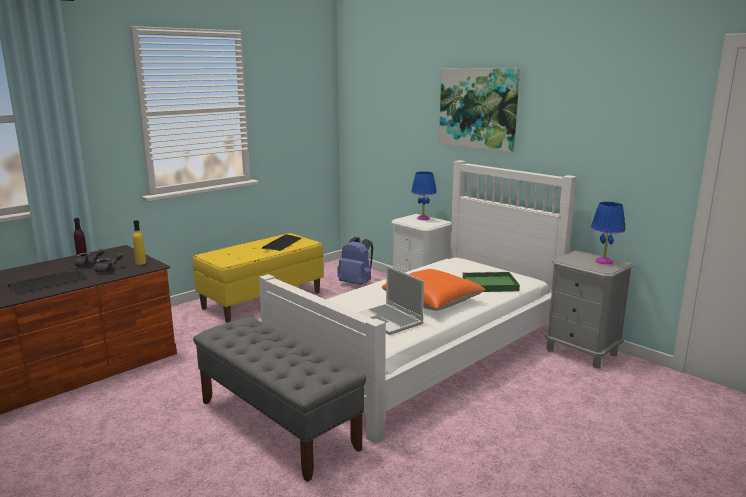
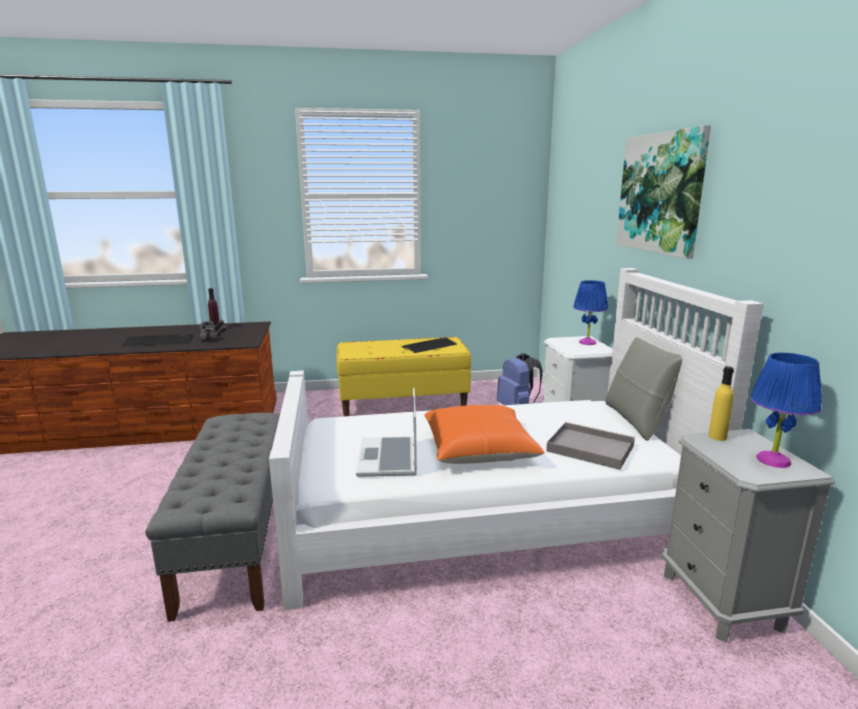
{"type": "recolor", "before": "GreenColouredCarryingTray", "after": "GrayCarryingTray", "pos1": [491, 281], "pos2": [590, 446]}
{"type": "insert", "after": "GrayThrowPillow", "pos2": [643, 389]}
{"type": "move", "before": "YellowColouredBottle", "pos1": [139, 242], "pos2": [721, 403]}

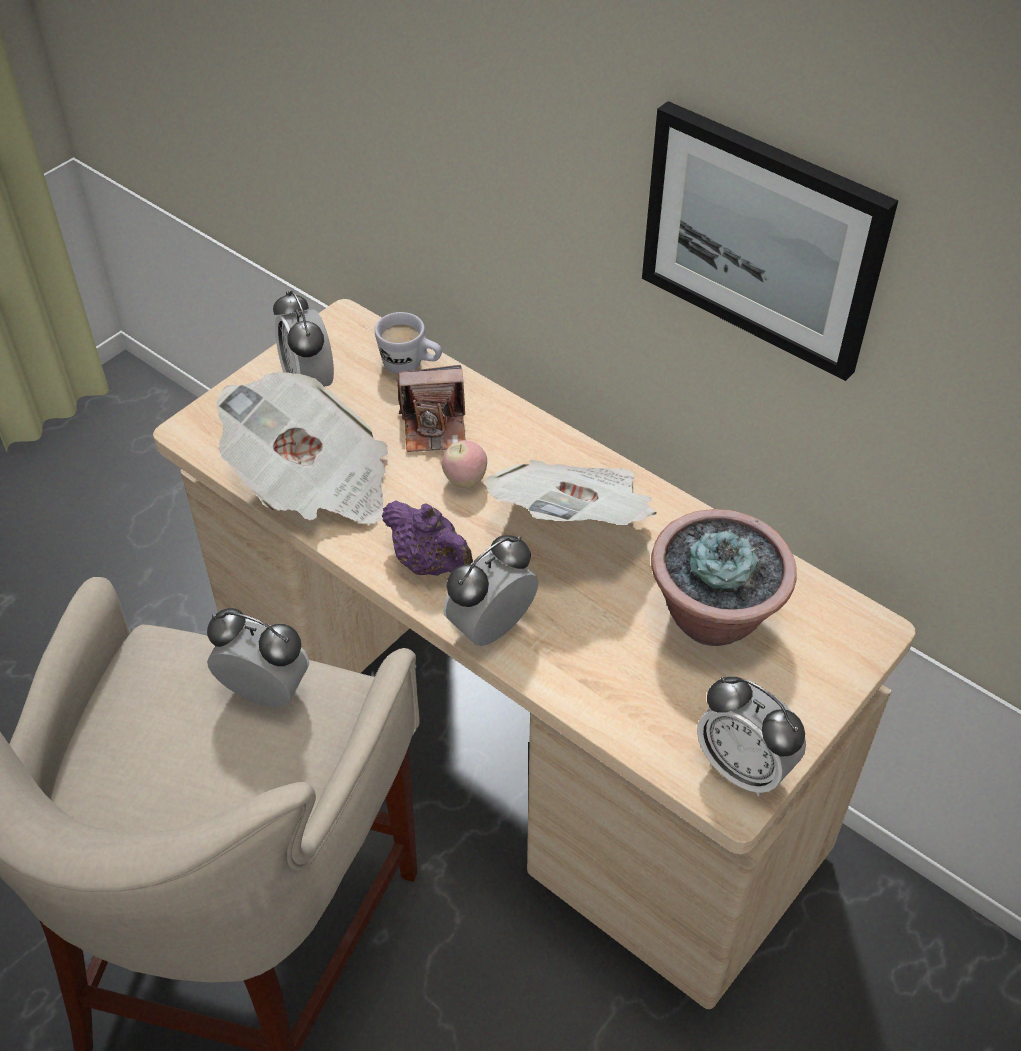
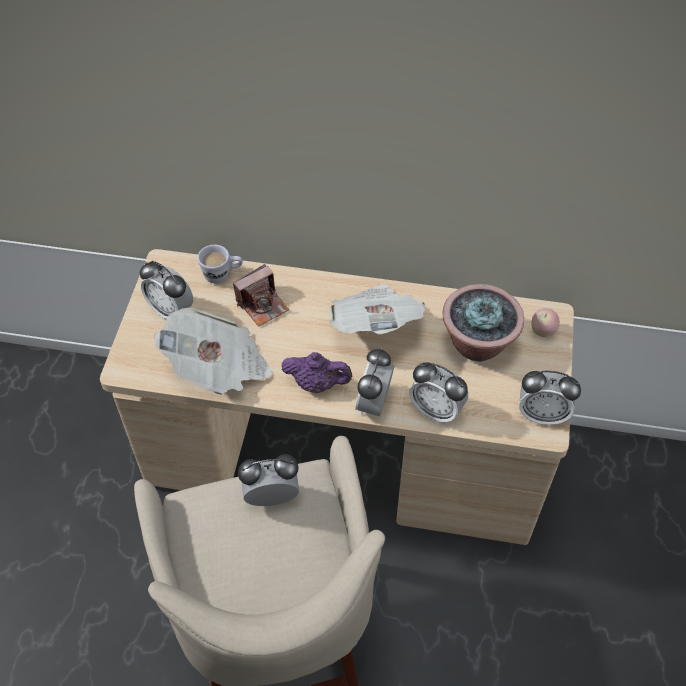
{"type": "insert", "after": "AlarmClock", "pos2": [438, 393]}
{"type": "move", "before": "AppleFruit", "pos1": [464, 464], "pos2": [545, 322]}
{"type": "delete", "before": "WallPicture", "pos1": [770, 241]}

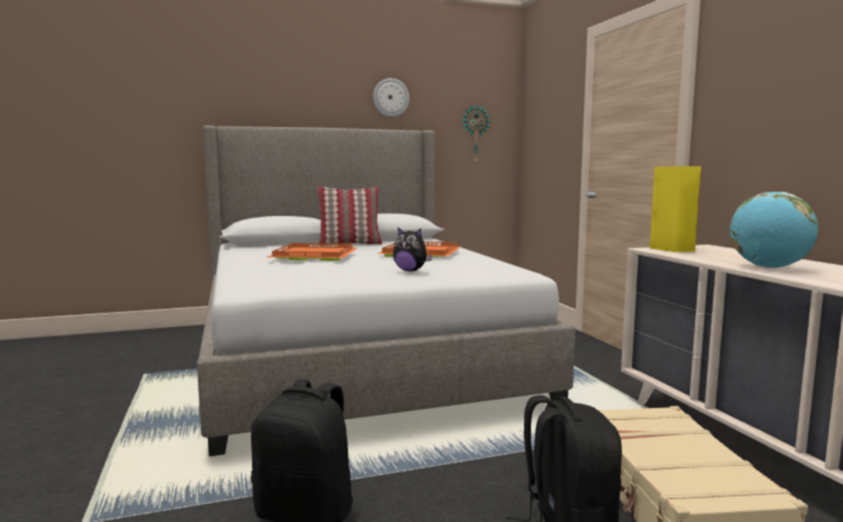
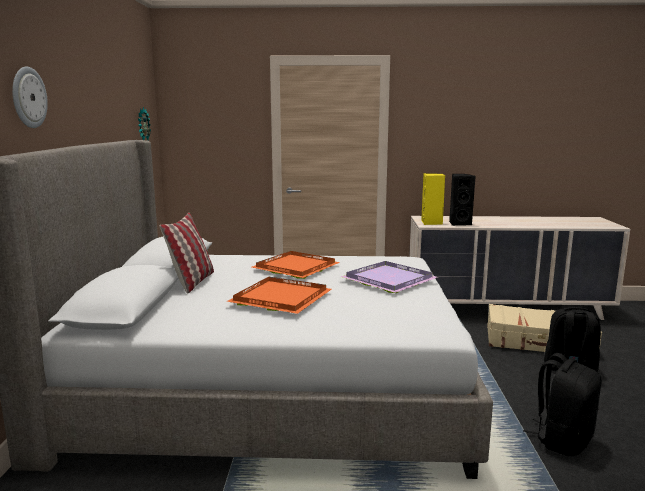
{"type": "move", "before": "HangingClock", "pos1": [391, 97], "pos2": [30, 97]}
{"type": "replace", "before": "PlushToy", "after": "PurpleCarryingTray", "pos1": [413, 249], "pos2": [389, 277]}
{"type": "insert", "after": "BlackColouredAudioSpeaker", "pos2": [462, 200]}
{"type": "delete", "before": "Globe", "pos1": [774, 230]}

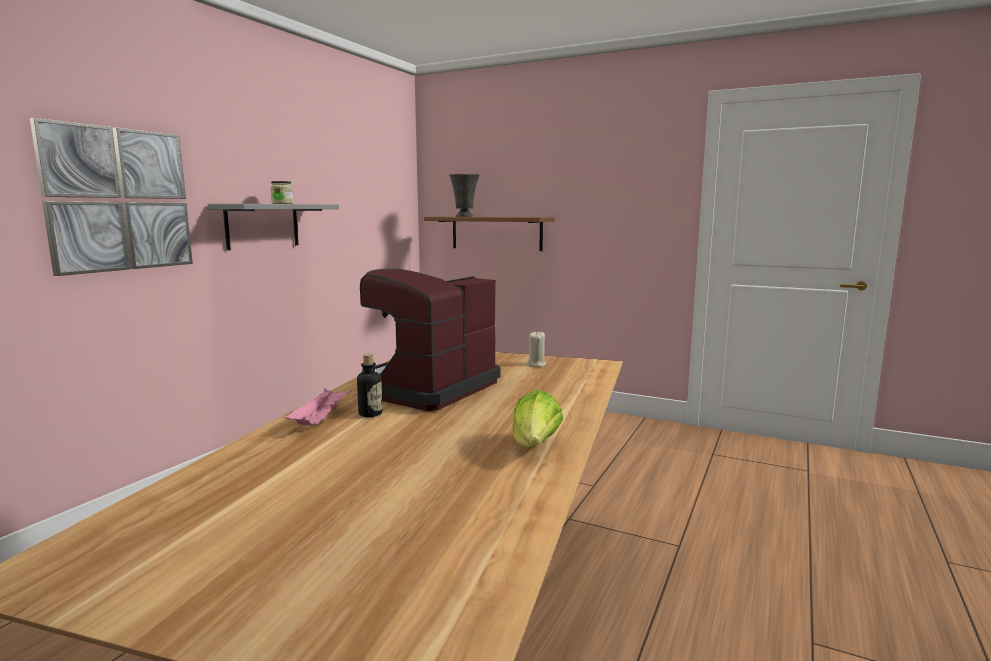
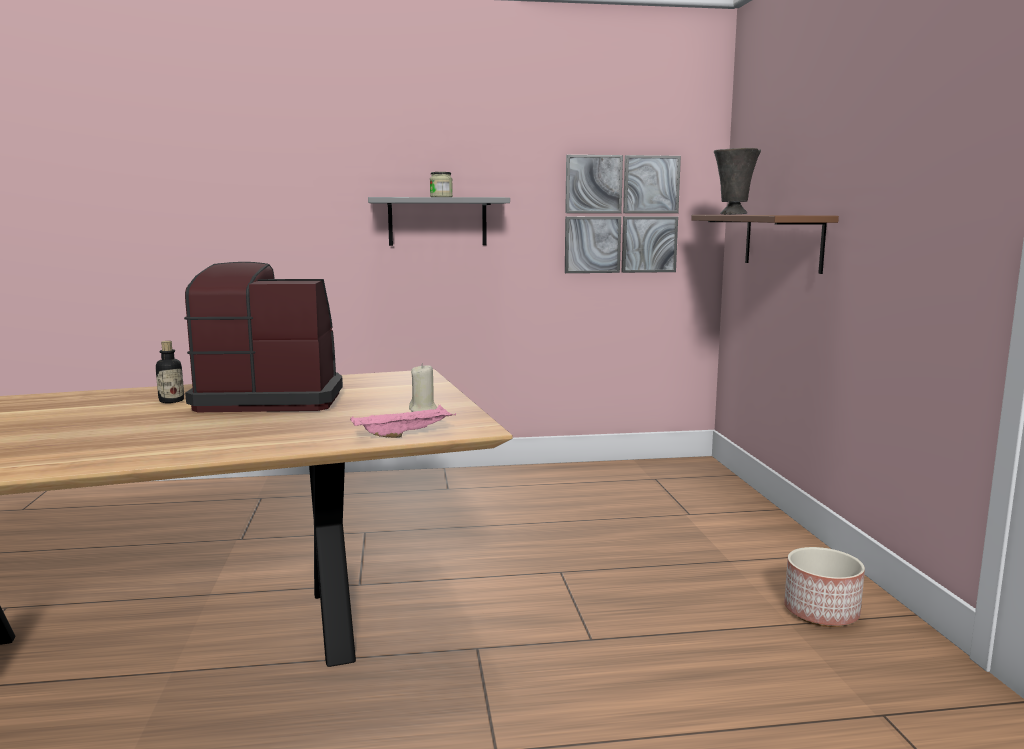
{"type": "move", "before": "PinkCarryingTray", "pos1": [318, 407], "pos2": [403, 421]}
{"type": "move", "before": "WallPicture", "pos1": [111, 197], "pos2": [623, 214]}
{"type": "insert", "after": "FlowerPot", "pos2": [824, 587]}
{"type": "delete", "before": "LettuceHead", "pos1": [537, 418]}

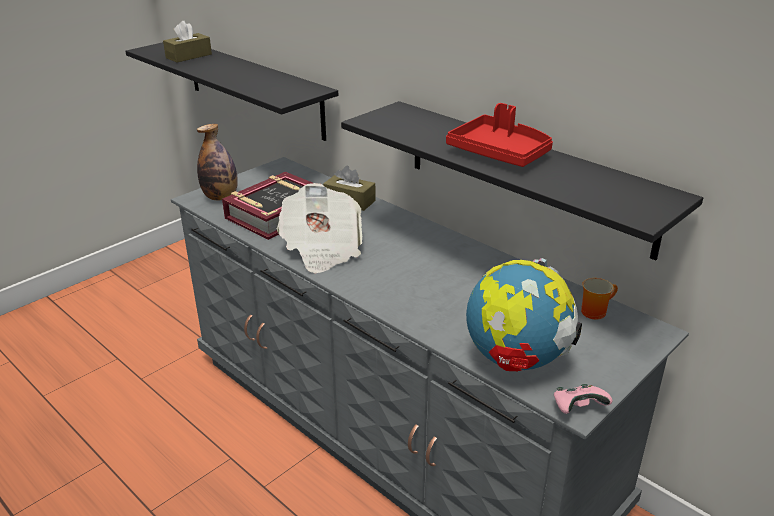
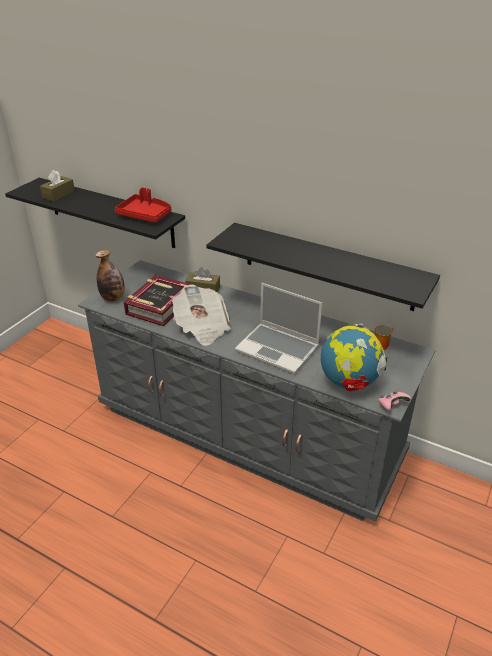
{"type": "move", "before": "ReddishCarryingTray", "pos1": [499, 135], "pos2": [142, 205]}
{"type": "insert", "after": "PortableComputer", "pos2": [278, 328]}

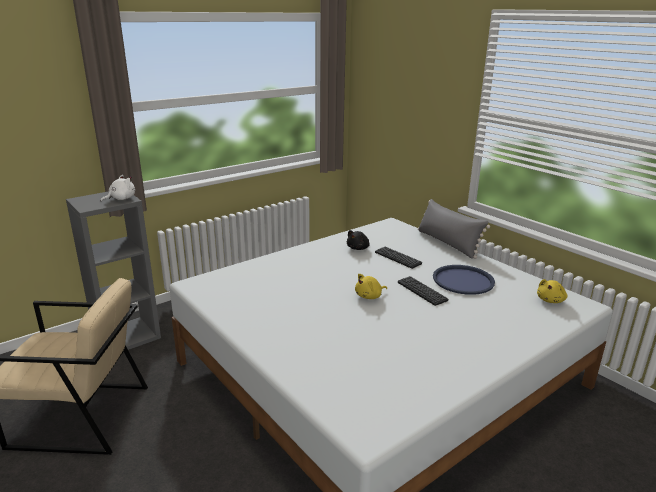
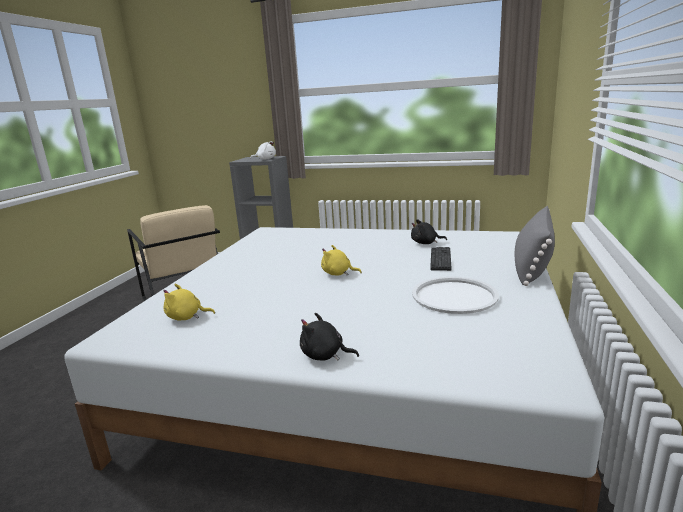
{"type": "move", "before": "YellowColouredPlushToy", "pos1": [552, 291], "pos2": [189, 302]}
{"type": "insert", "after": "BlackColouredPlushToy", "pos2": [329, 337]}
{"type": "recolor", "before": "BluishCarryingTray", "after": "WhiteColouredCarryingTray", "pos1": [464, 280], "pos2": [455, 295]}
{"type": "delete", "before": "PcKeyboard", "pos1": [423, 291]}

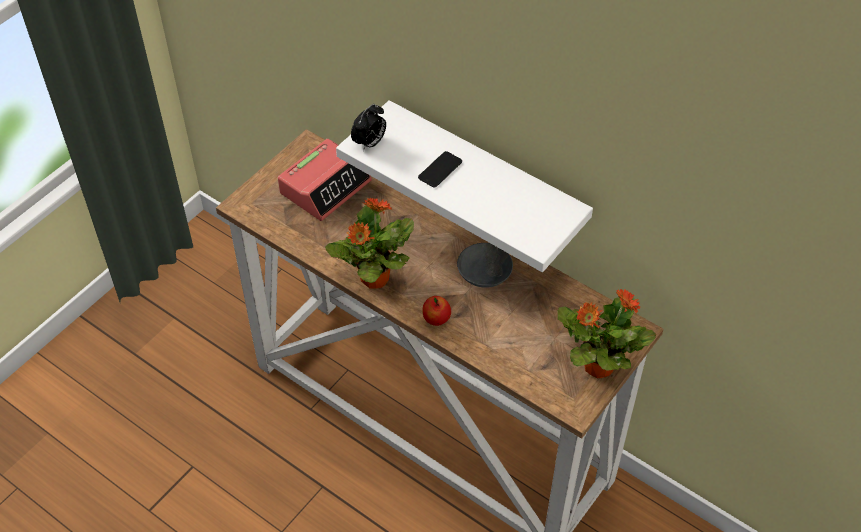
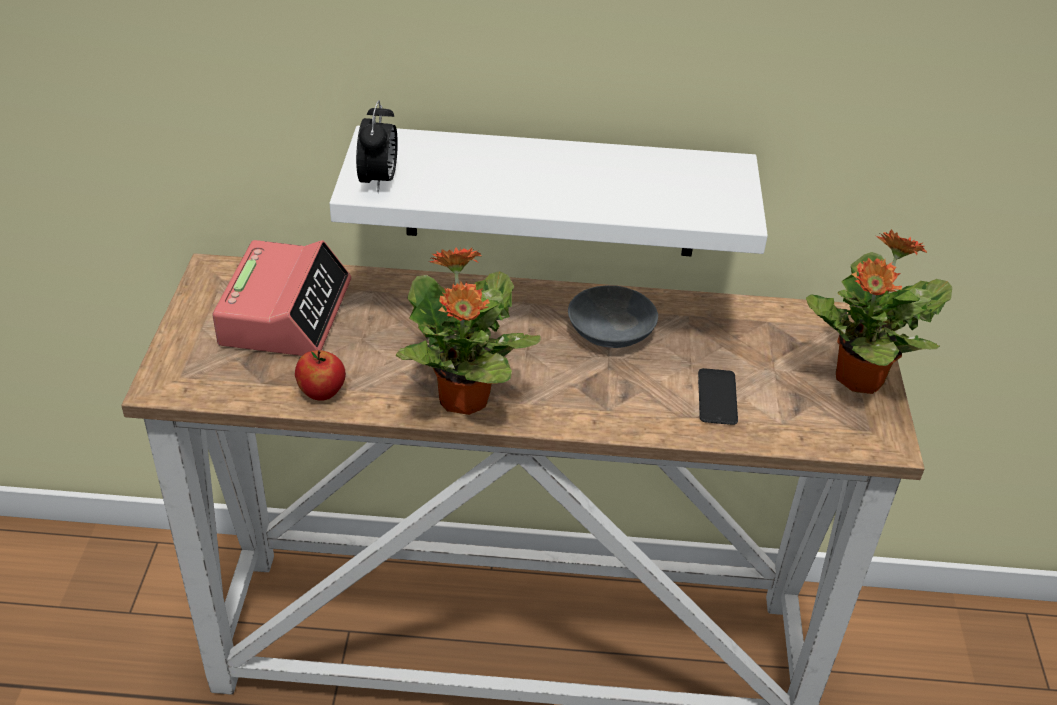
{"type": "move", "before": "AppleFruit", "pos1": [436, 311], "pos2": [320, 375]}
{"type": "move", "before": "Telephone", "pos1": [440, 169], "pos2": [718, 396]}

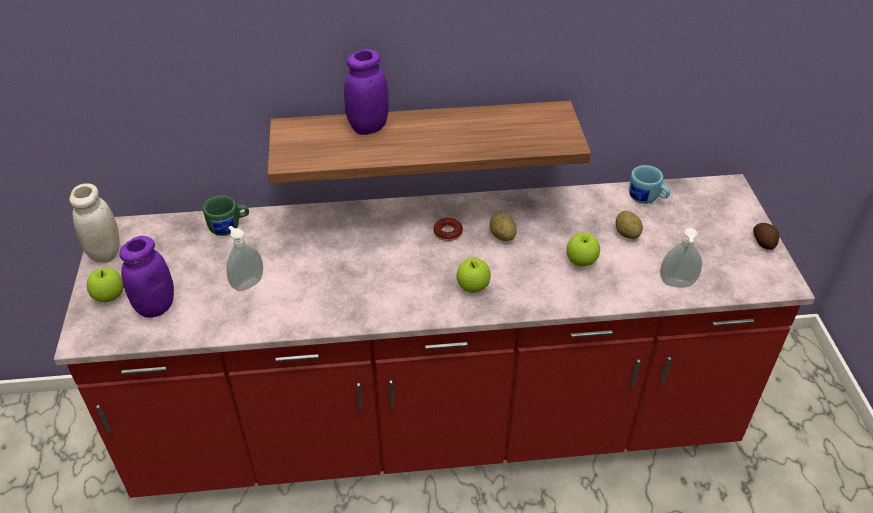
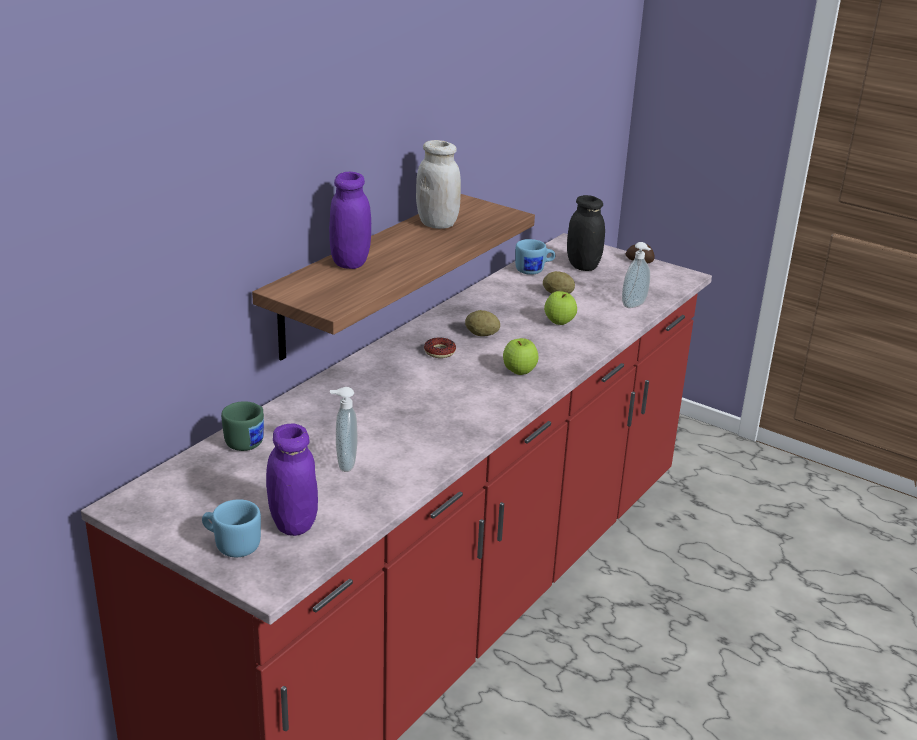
{"type": "replace", "before": "AppleFruit", "after": "BluishTeaMug", "pos1": [105, 285], "pos2": [231, 528]}
{"type": "move", "before": "WhiteColouredPreserveJar", "pos1": [94, 223], "pos2": [438, 184]}
{"type": "insert", "after": "BlackColouredPreserveJar", "pos2": [586, 233]}

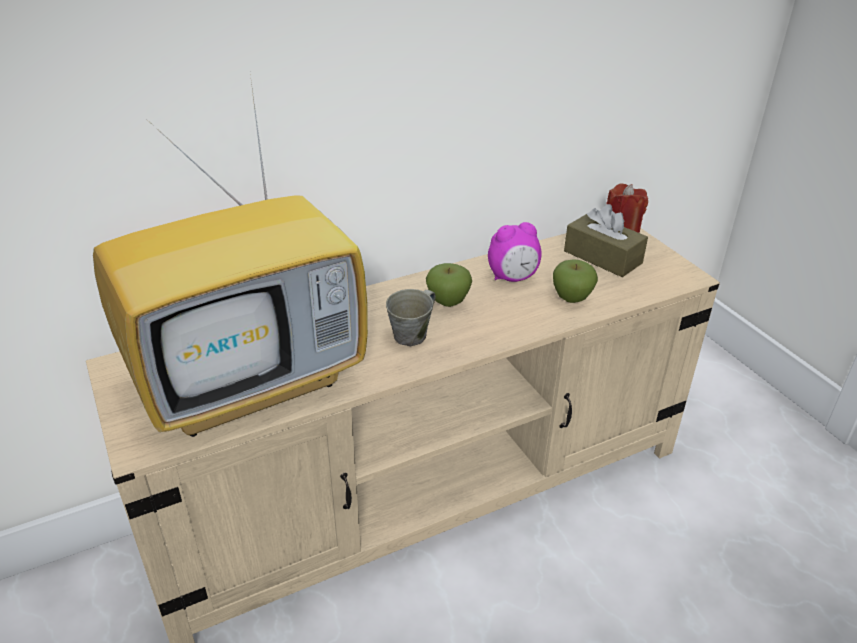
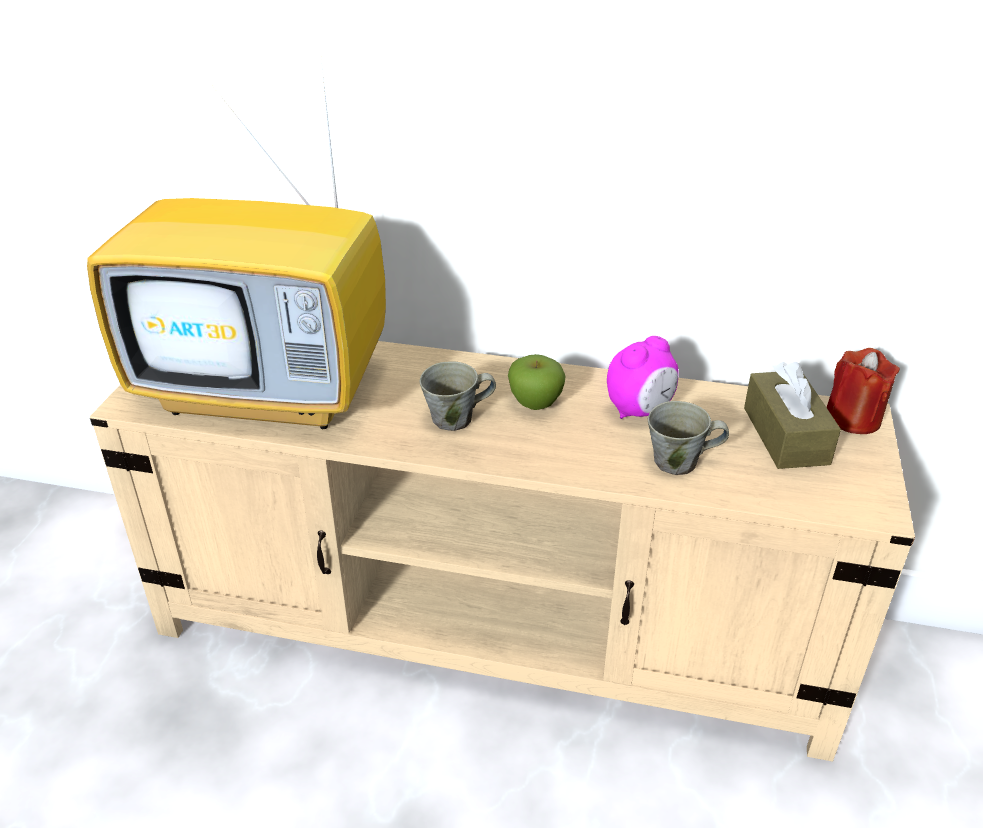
{"type": "rotate", "before": "AlarmClock", "pos1": [515, 252], "pos2": [642, 377], "turn": -60}
{"type": "replace", "before": "AppleFruit", "after": "GrayTeaMug", "pos1": [575, 281], "pos2": [688, 438]}

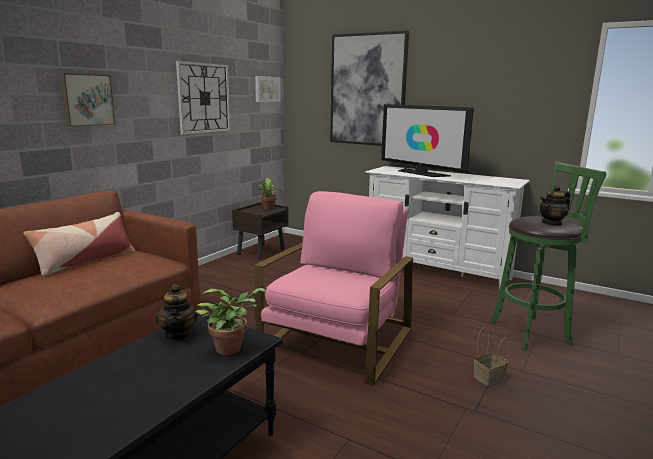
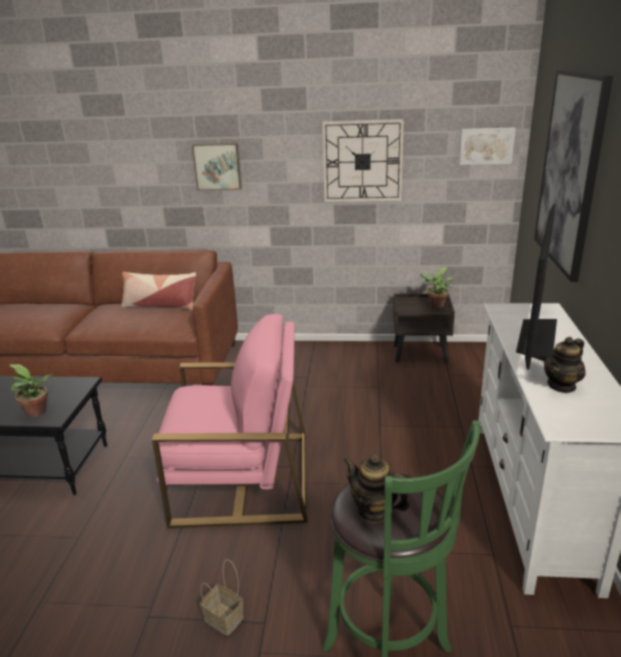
{"type": "move", "before": "TeaPot", "pos1": [177, 312], "pos2": [565, 365]}

